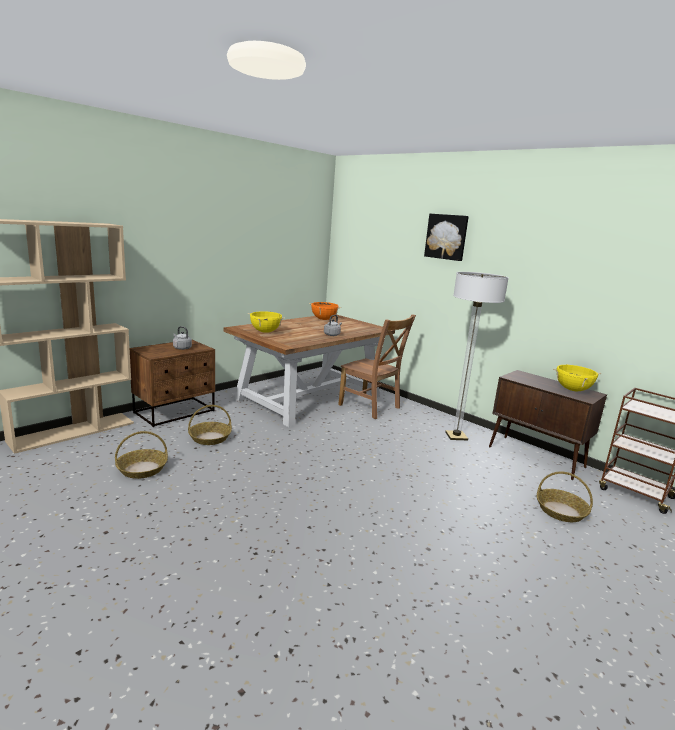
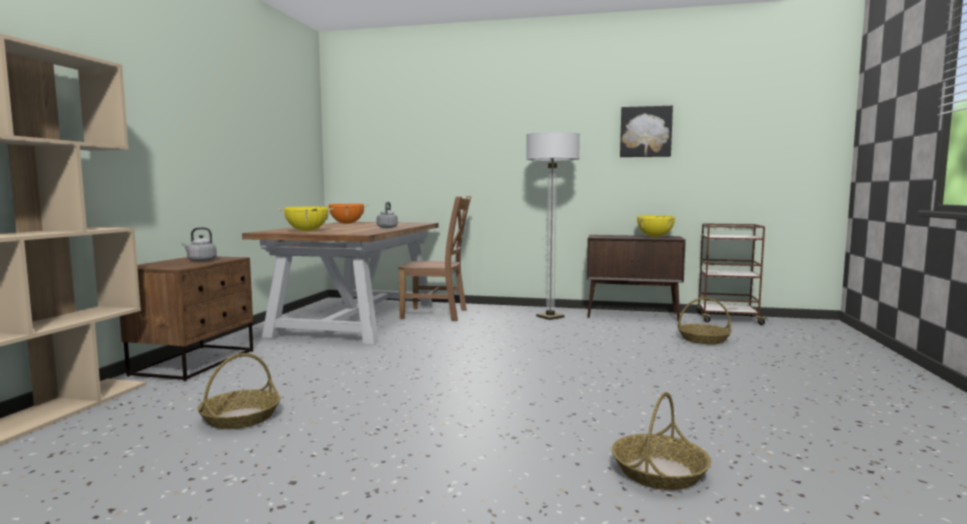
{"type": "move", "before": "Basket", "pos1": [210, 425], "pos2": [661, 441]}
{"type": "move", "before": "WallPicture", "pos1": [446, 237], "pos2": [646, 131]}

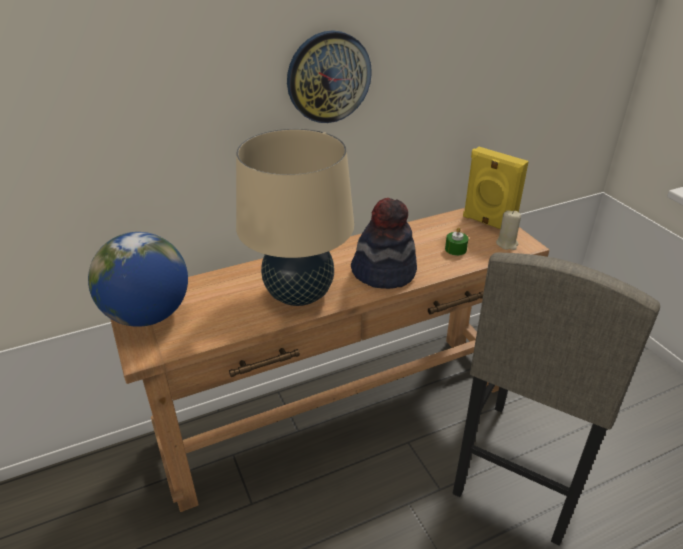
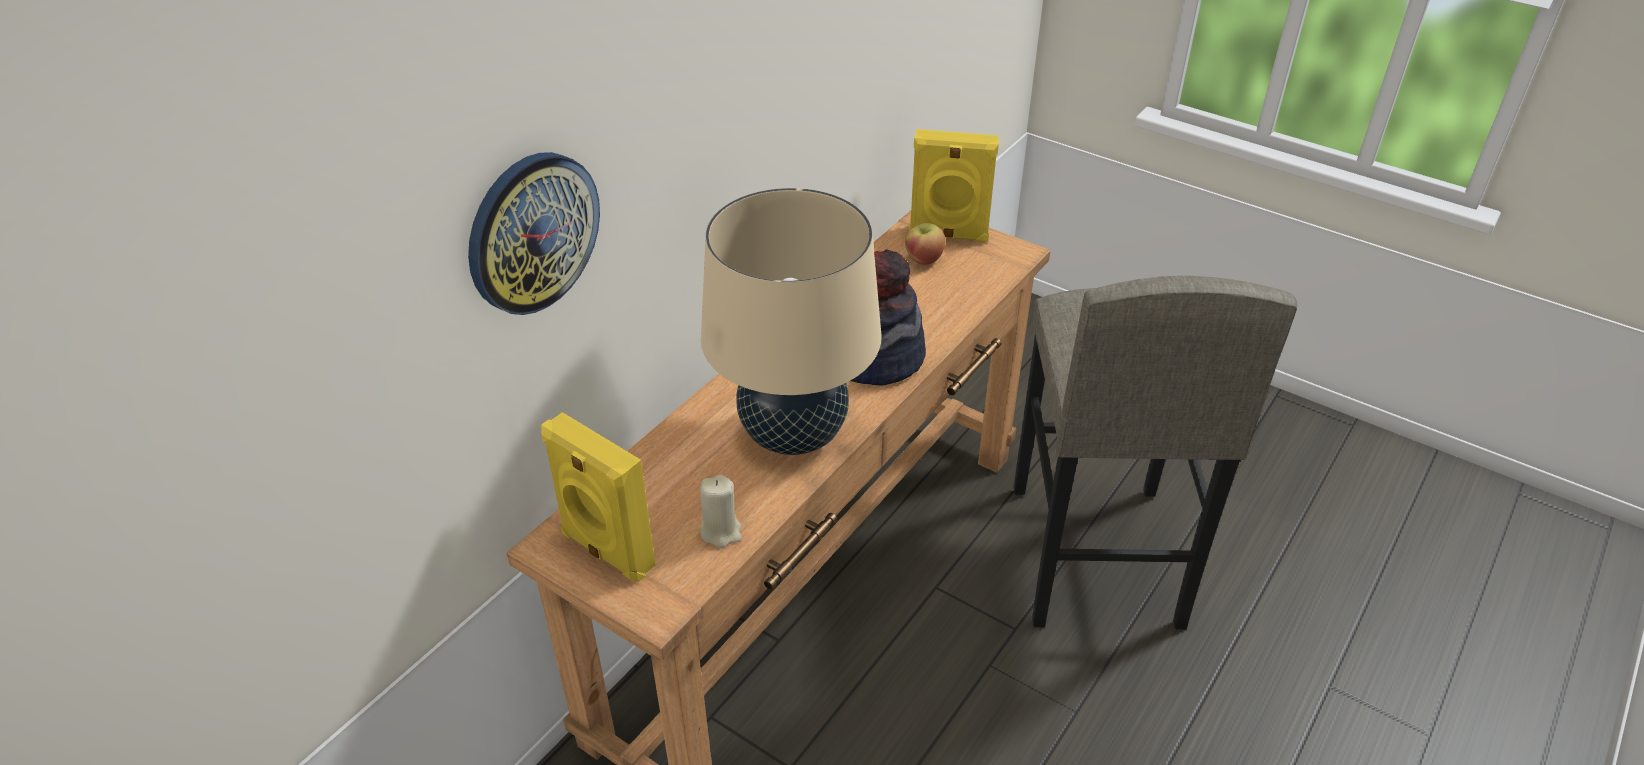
{"type": "move", "before": "HangingClock", "pos1": [329, 76], "pos2": [534, 233]}
{"type": "replace", "before": "Globe", "after": "YellowColouredAudioSpeaker", "pos1": [138, 279], "pos2": [598, 497]}
{"type": "move", "before": "BeigeWaxLight", "pos1": [508, 230], "pos2": [721, 511]}
{"type": "insert", "after": "AppleFruit", "pos2": [925, 244]}
{"type": "delete", "before": "GreenColouredWaxLight", "pos1": [457, 241]}

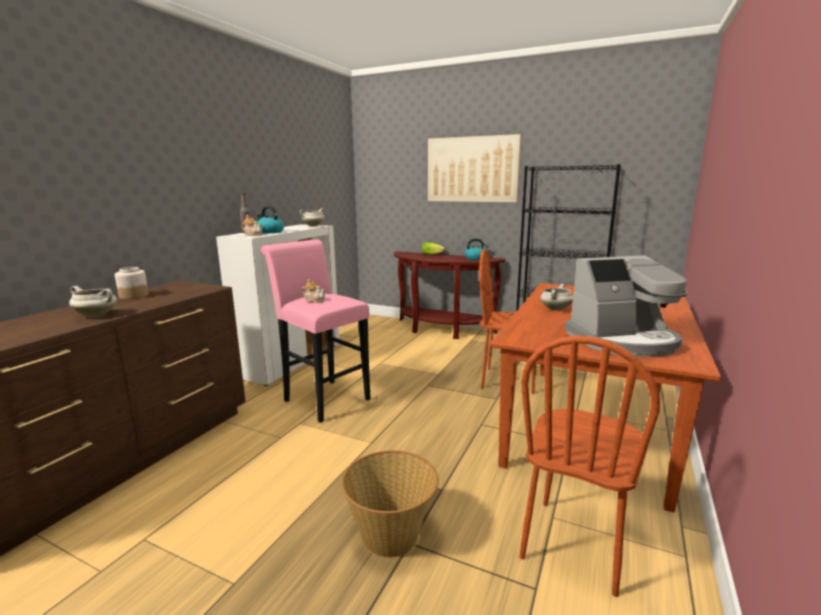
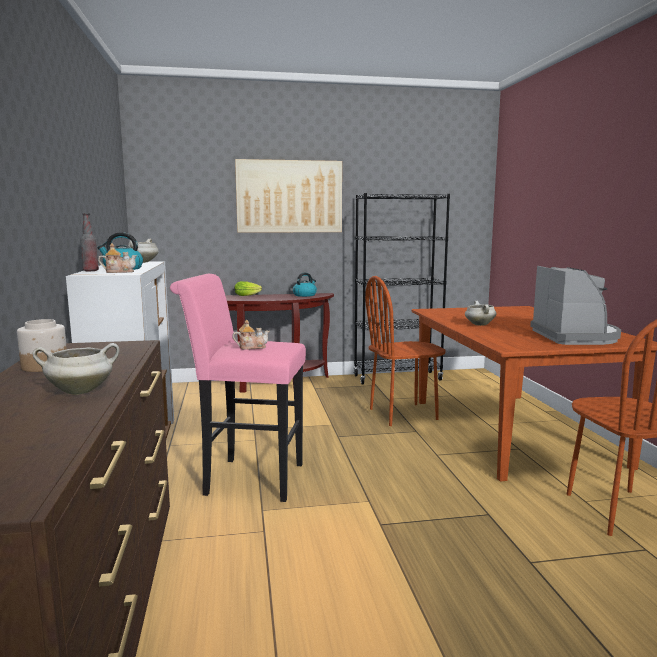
{"type": "rotate", "before": "CoffeeMachine", "pos1": [626, 306], "pos2": [575, 305], "turn": -45}
{"type": "delete", "before": "Basket", "pos1": [390, 504]}

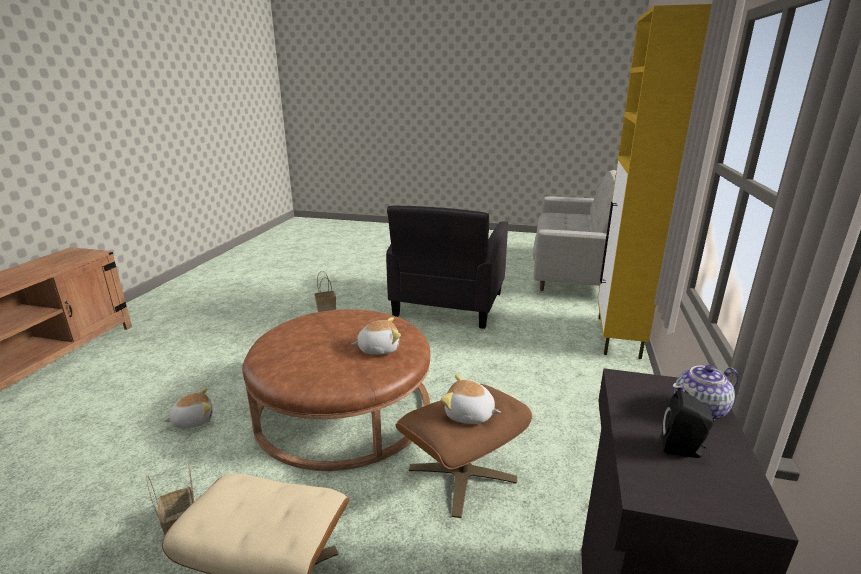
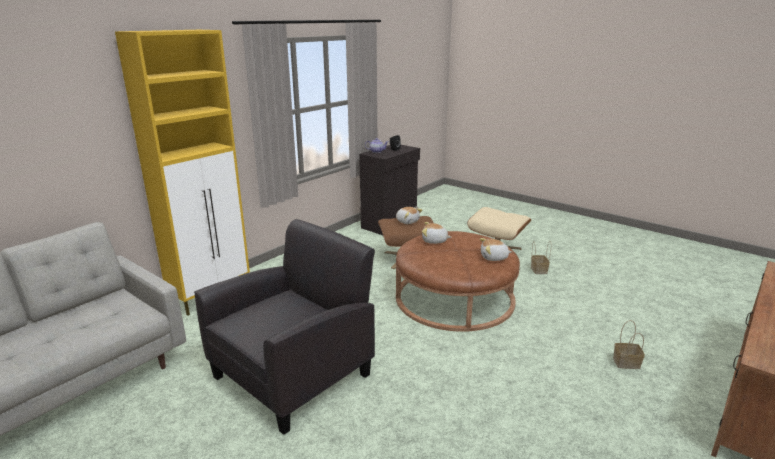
{"type": "move", "before": "PlushToy", "pos1": [188, 408], "pos2": [496, 249]}
{"type": "move", "before": "Basket", "pos1": [325, 291], "pos2": [629, 344]}

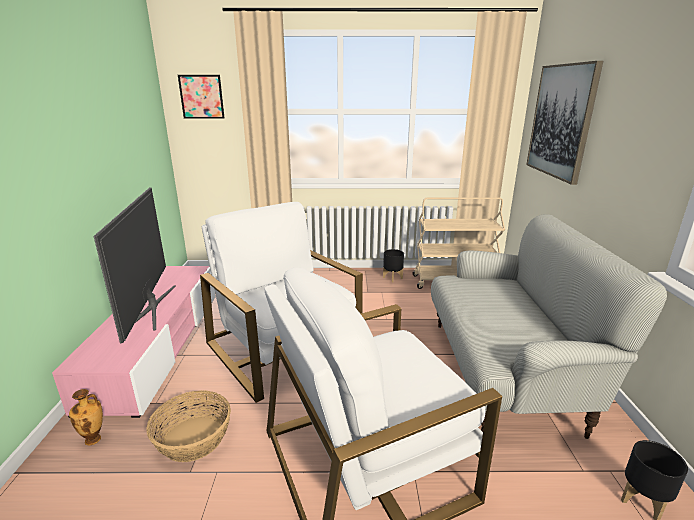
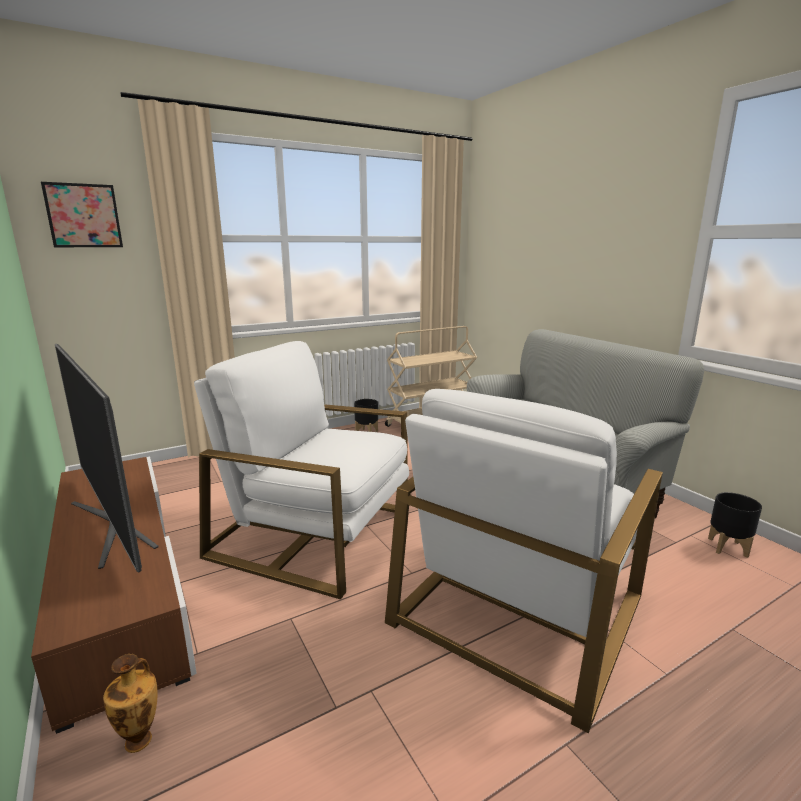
{"type": "recolor", "before": "PinkTvStand", "after": "BrownishTvStand", "pos1": [134, 342], "pos2": [114, 595]}
{"type": "delete", "before": "Basket", "pos1": [188, 426]}
{"type": "delete", "before": "WallPicture", "pos1": [564, 123]}

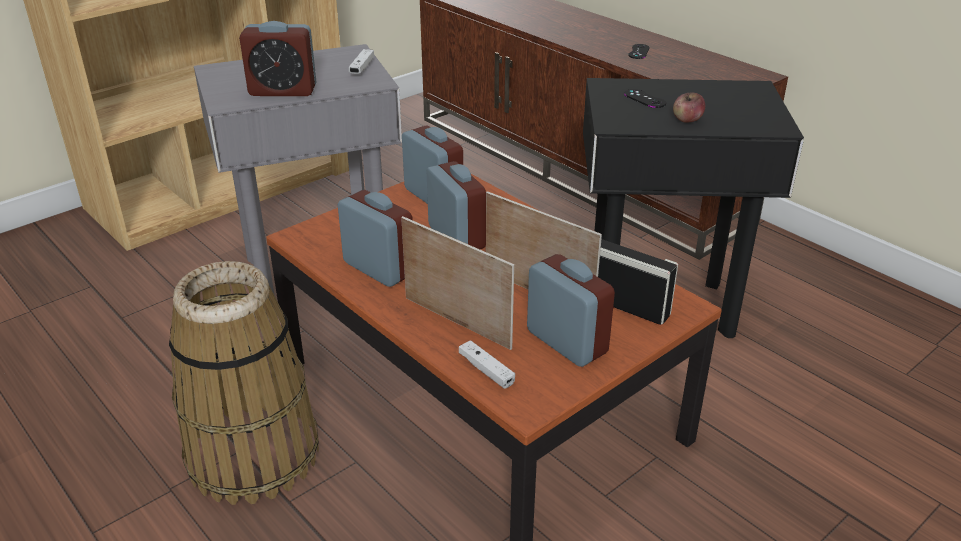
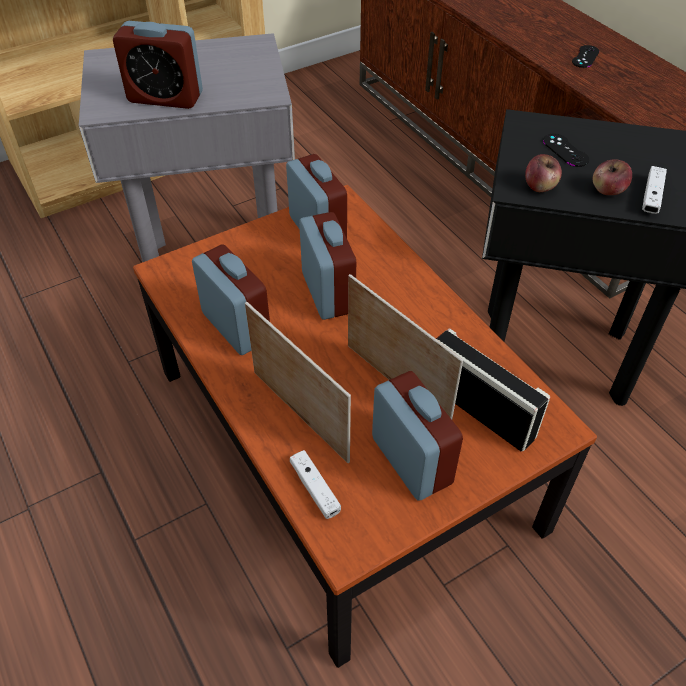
{"type": "insert", "after": "AppleFruit", "pos2": [543, 173]}
{"type": "move", "before": "WhiteColouredGameController", "pos1": [361, 61], "pos2": [654, 190]}
{"type": "delete", "before": "Basket", "pos1": [244, 383]}

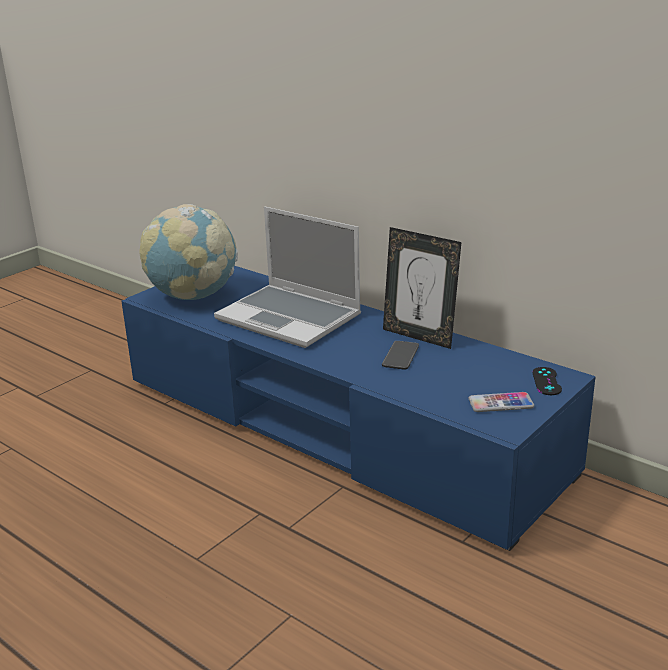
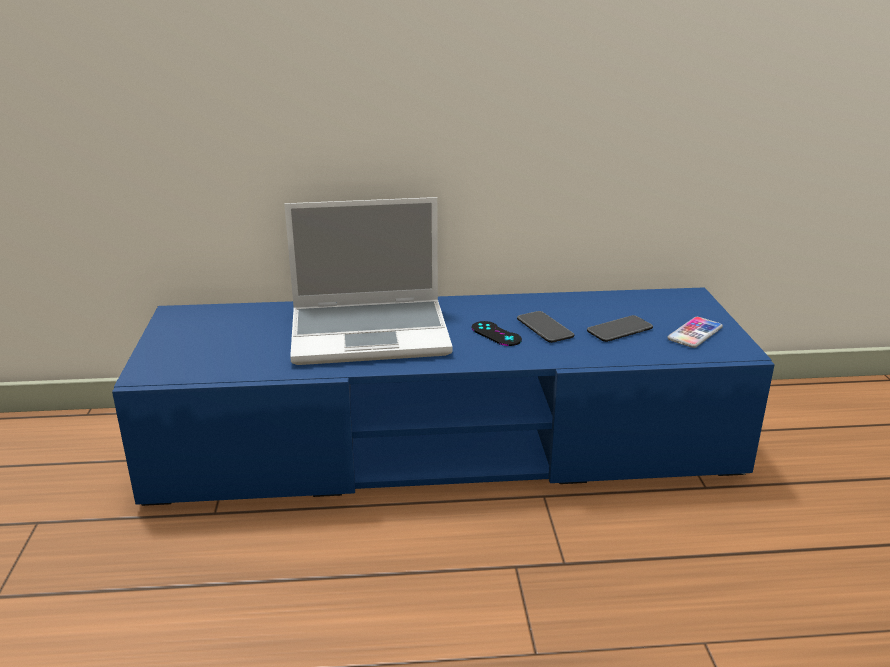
{"type": "move", "before": "BlackColouredGameController", "pos1": [547, 381], "pos2": [497, 333]}
{"type": "insert", "after": "Telephone", "pos2": [620, 328]}
{"type": "delete", "before": "Globe", "pos1": [188, 252]}
{"type": "delete", "before": "PictureFrame", "pos1": [422, 288]}

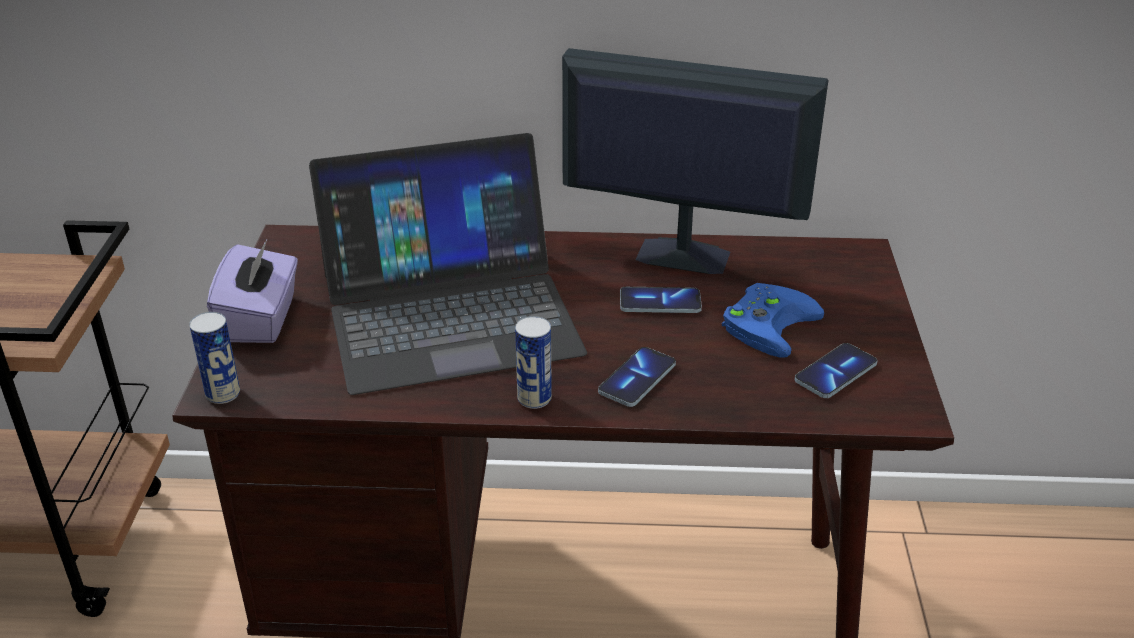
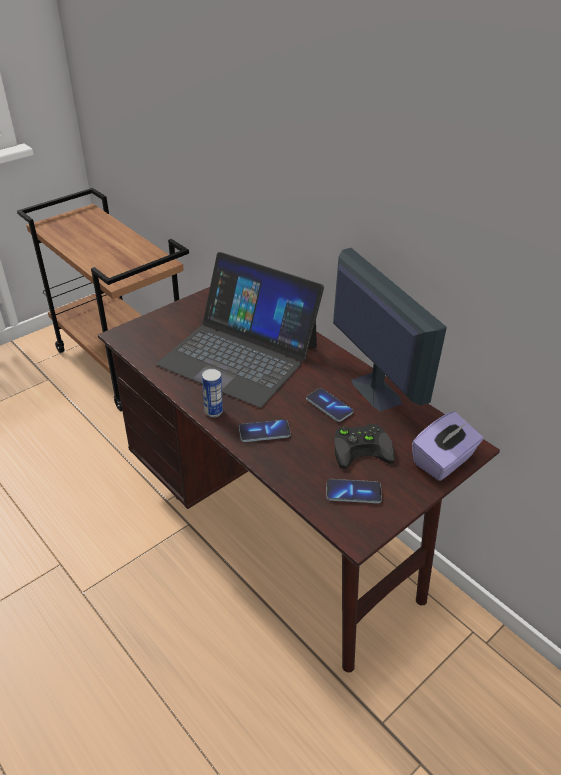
{"type": "recolor", "before": "BluishGameController", "after": "BlackColouredGameController", "pos1": [773, 320], "pos2": [364, 446]}
{"type": "move", "before": "PurpleBoxOfTissues", "pos1": [252, 291], "pos2": [447, 446]}
{"type": "delete", "before": "MetalCan", "pos1": [214, 358]}

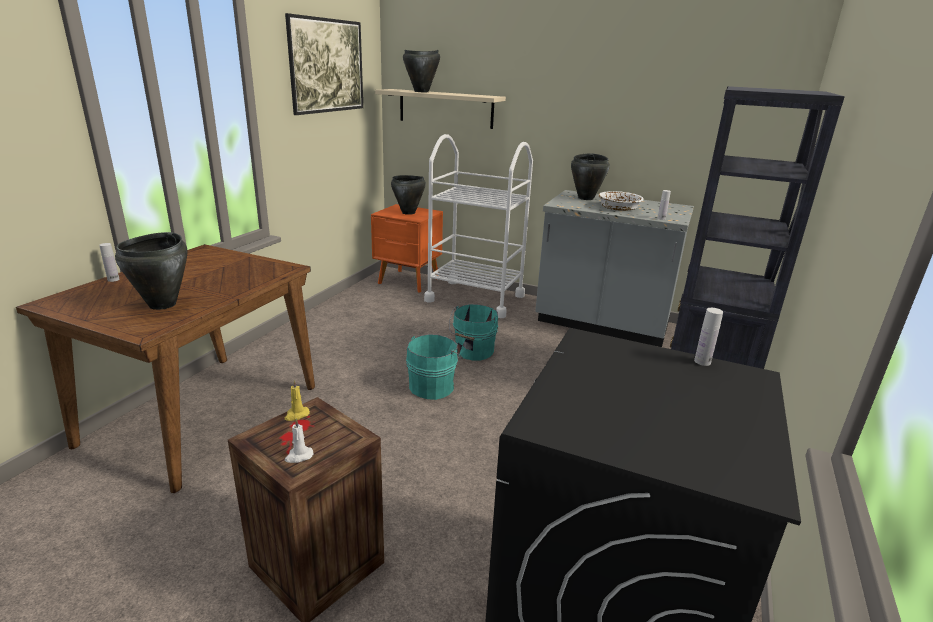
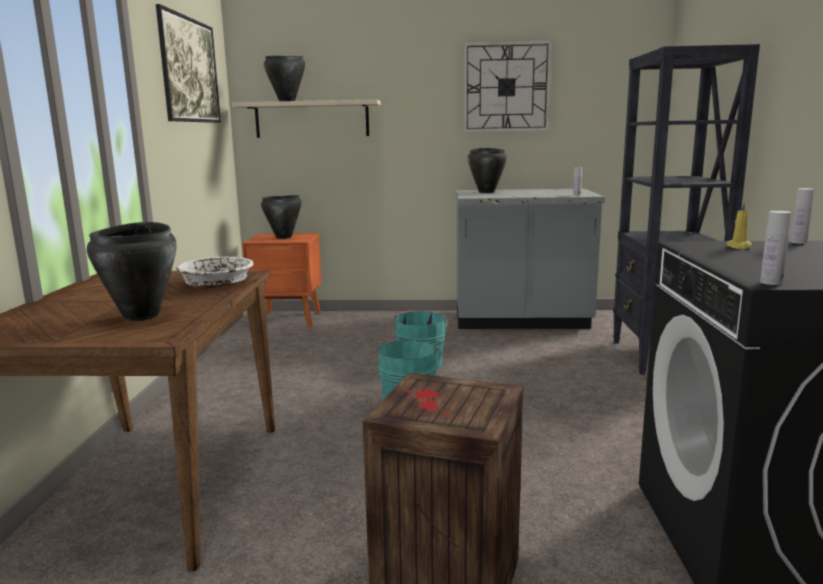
{"type": "move", "before": "WhiteColouredDeepDish", "pos1": [621, 201], "pos2": [215, 272]}
{"type": "insert", "after": "HangingClock", "pos2": [508, 86]}
{"type": "move", "before": "YellowColouredWaxLight", "pos1": [297, 400], "pos2": [739, 225]}
{"type": "move", "before": "WhiteColouredBottle", "pos1": [109, 262], "pos2": [775, 248]}
{"type": "delete", "before": "WhiteColouredWaxLight", "pos1": [299, 440]}
{"type": "delete", "before": "WhiteColouredTrolley", "pos1": [478, 226]}

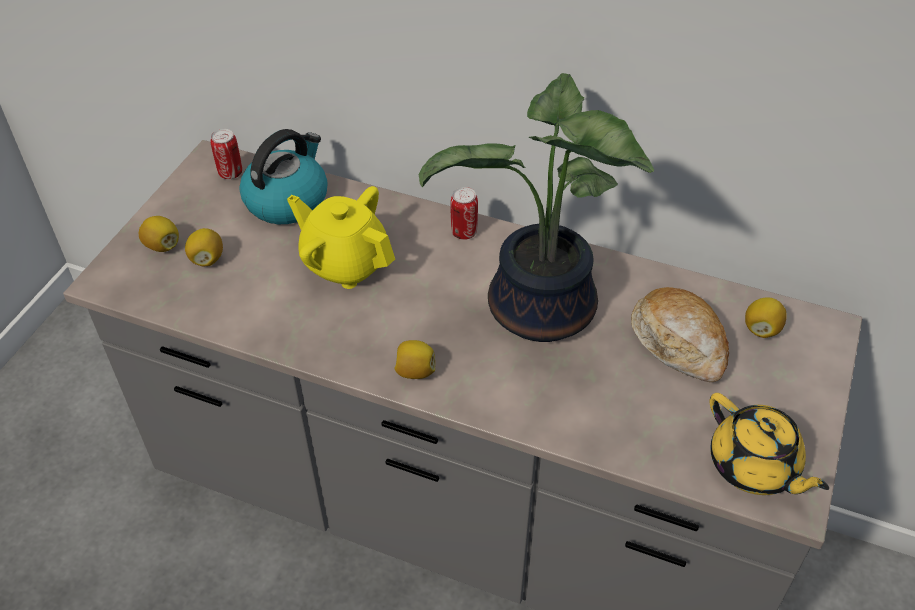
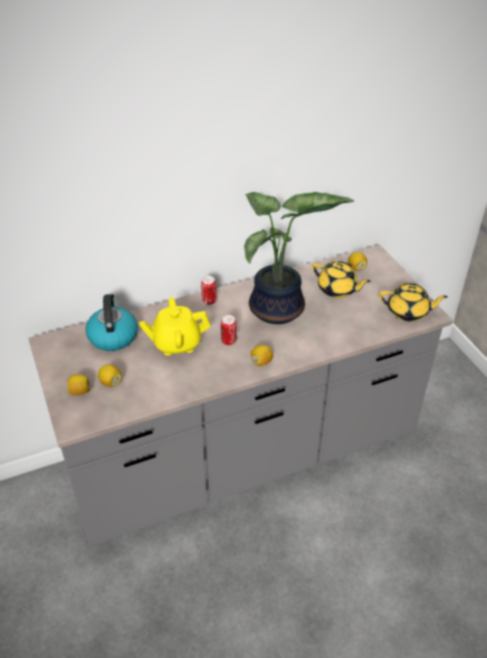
{"type": "move", "before": "MetalCan", "pos1": [226, 154], "pos2": [229, 330]}
{"type": "replace", "before": "BakeryBread", "after": "YellowColouredTeaPot", "pos1": [680, 334], "pos2": [341, 279]}

